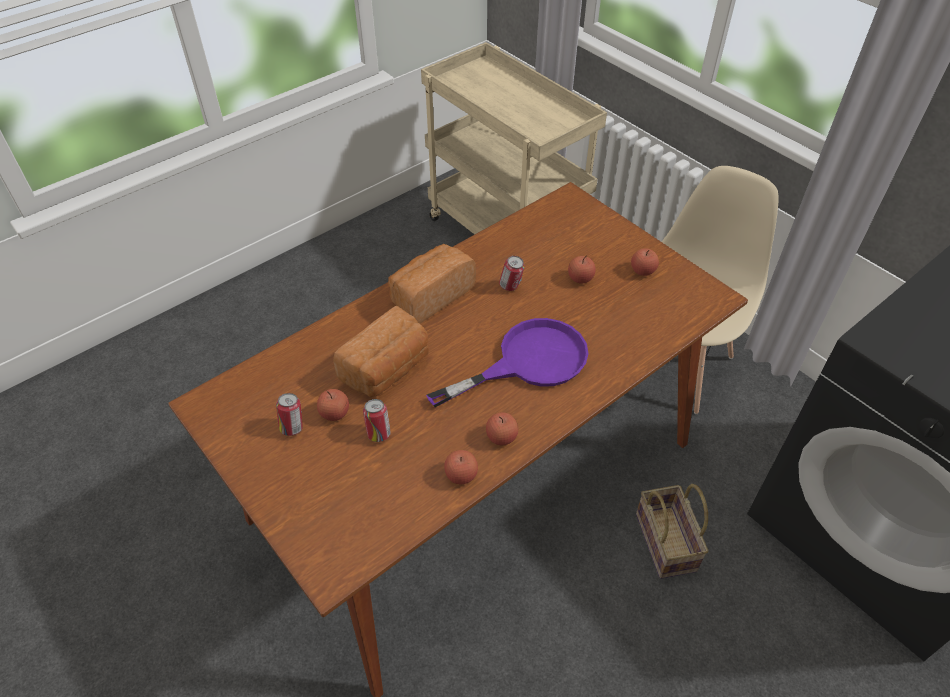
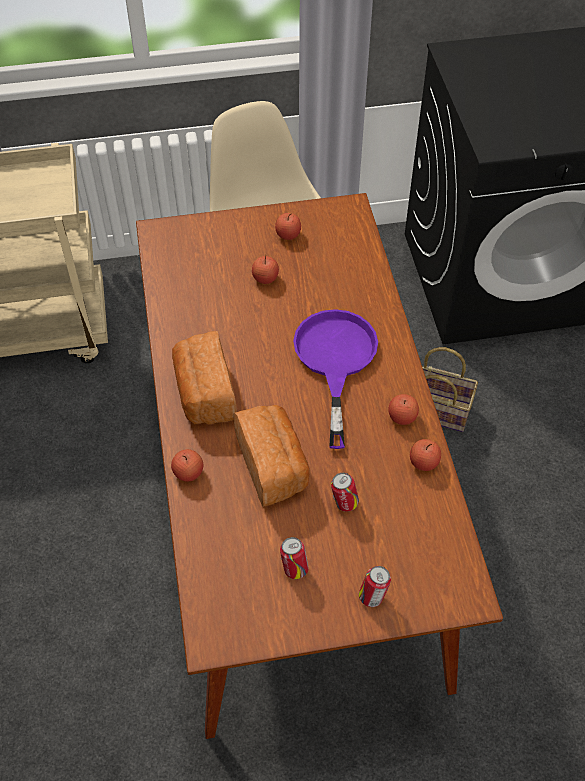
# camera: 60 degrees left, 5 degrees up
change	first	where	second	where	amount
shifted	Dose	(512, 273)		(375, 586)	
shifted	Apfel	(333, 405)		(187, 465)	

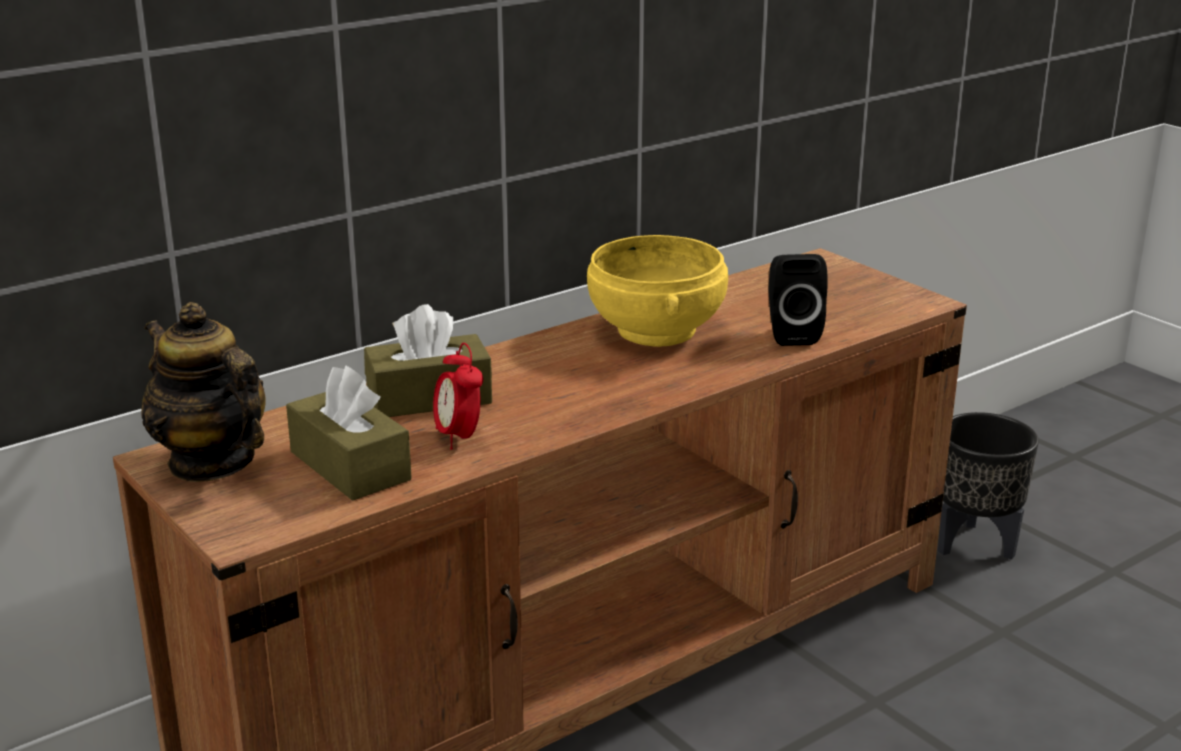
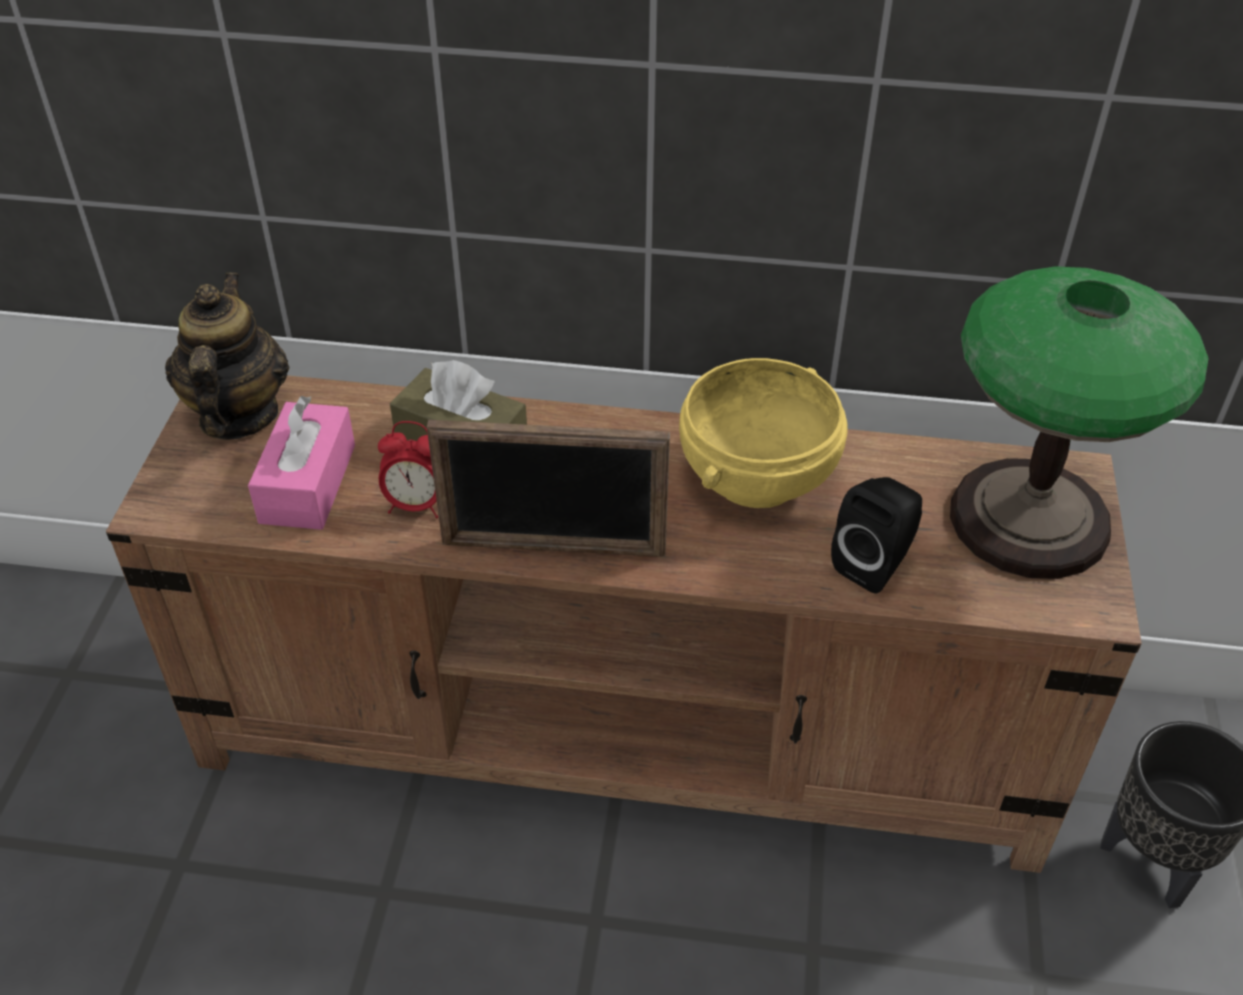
# camera: 45 degrees right, 20 degrees up
change	first	where	second	where	amount
rotated	Wecker	(458, 396)		(408, 469)	105 degrees counterclockwise
repainted	Taschentuchbox (braun)	(349, 432)	Taschentuchbox (rosa)	(301, 463)	
new			Tischlampe	(1079, 422)	
new			Bilderrahmen	(548, 488)	

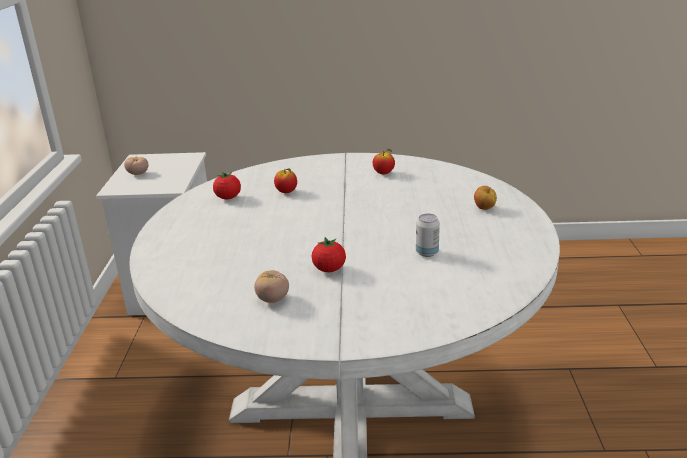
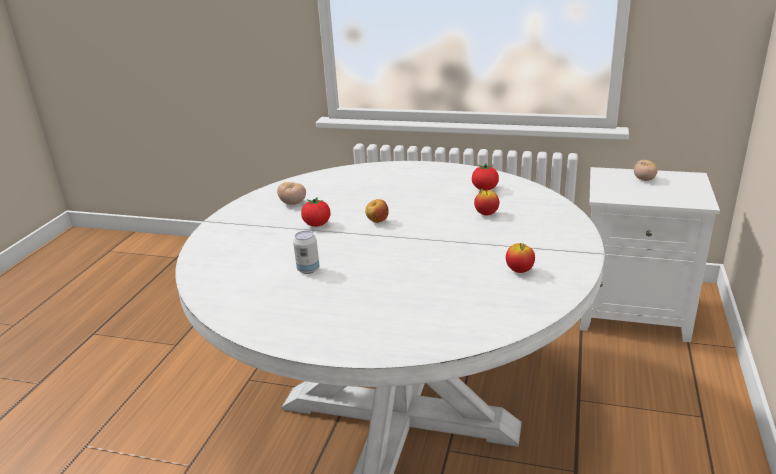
# camera: 105 degrees right, 0 degrees up
change	first	where	second	where	amount
shifted	Apfel	(485, 198)		(377, 211)	

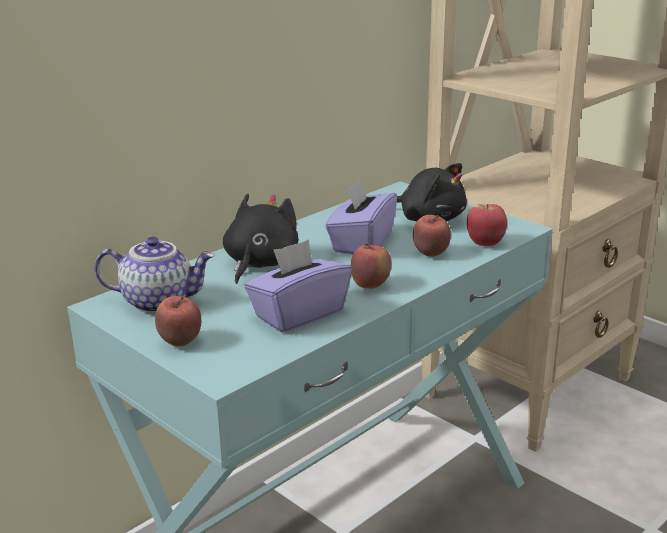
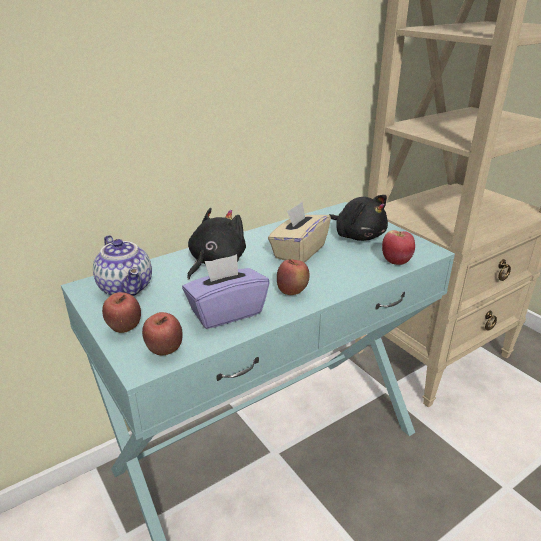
# camera: 10 degrees right, 5 degrees up
change	first	where	second	where	amount
repainted	Taschentuchbox (lila)	(361, 216)	Taschentuchbox (beige)	(299, 232)	
shifted	Apfel	(432, 236)		(162, 333)	
rotated	Teekanne	(154, 274)		(122, 265)	45 degrees clockwise

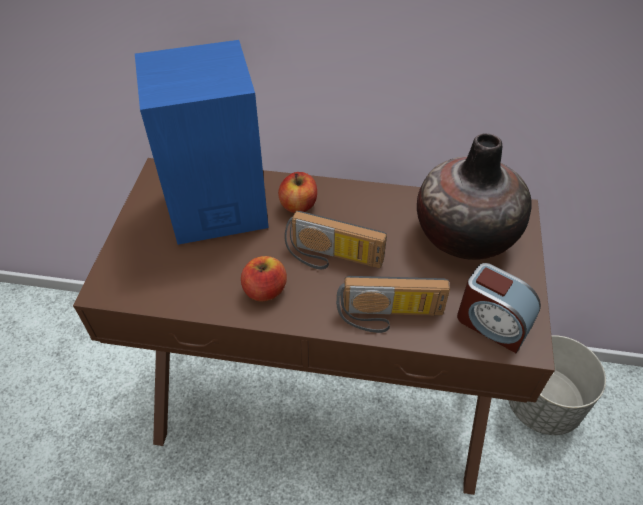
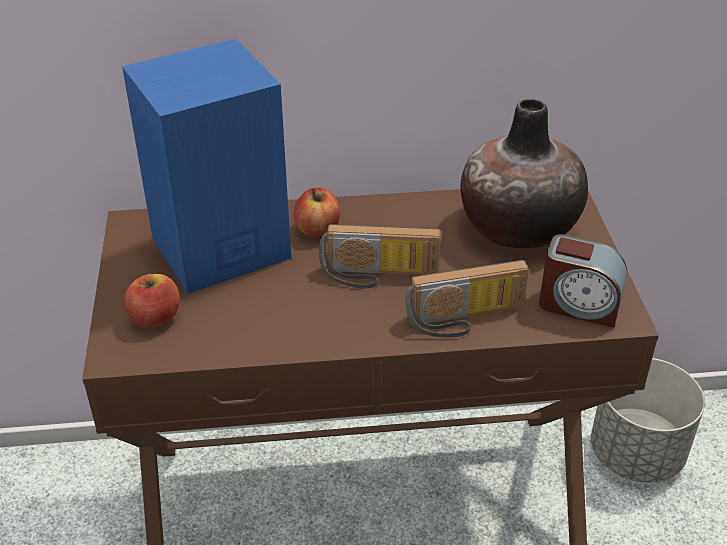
# camera: 15 degrees left, 10 degrees down
change	first	where	second	where	amount
shifted	Apfel	(264, 278)		(152, 301)	

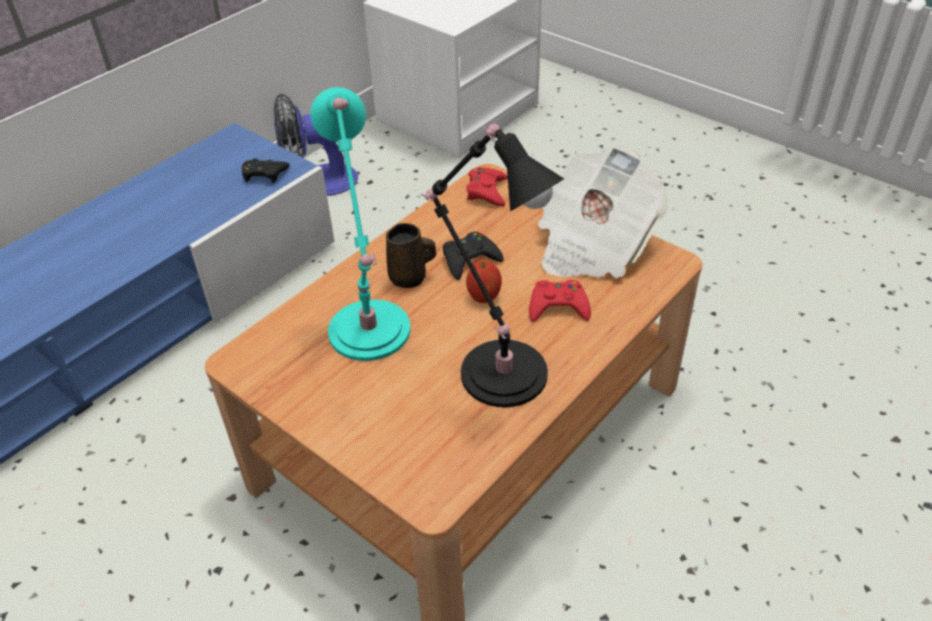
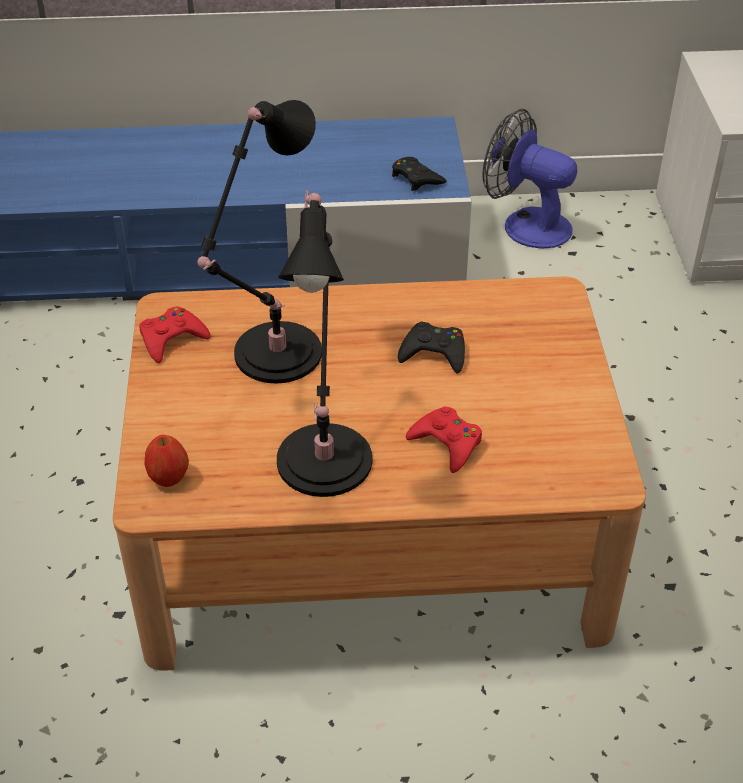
# camera: 45 degrees right, 0 degrees up
change	first	where	second	where	amount
repainted	Tischlampe (türkis)	(361, 224)	Tischlampe (schwarz)	(259, 241)	
gone	Zeitung	(603, 212)			
shifted	Gamepad (rot)	(487, 186)		(174, 334)	
gone	Henkelbecher (braun)	(411, 255)			
shifted	Apfel	(484, 281)		(166, 461)	

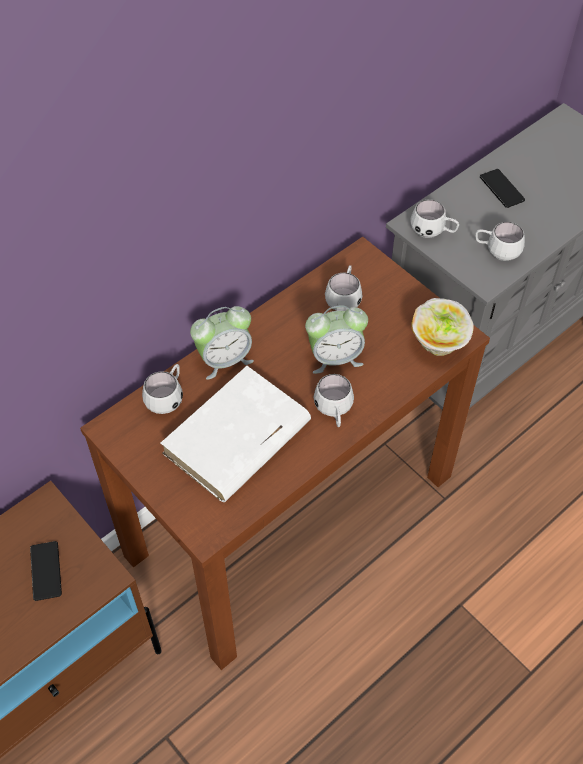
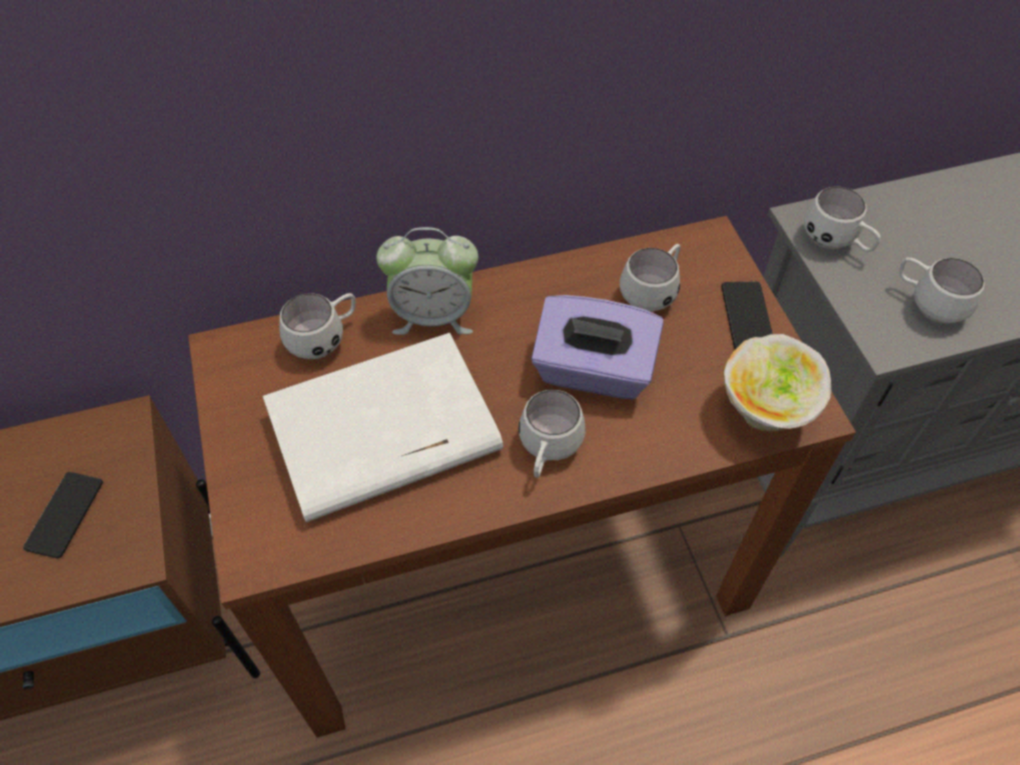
# camera: 25 degrees right, 0 degrees up
change	first	where	second	where	amount
shifted	Handy	(502, 188)		(746, 316)	
swapped	Wecker	(336, 339)	Taschentuchbox (lila)	(597, 347)	

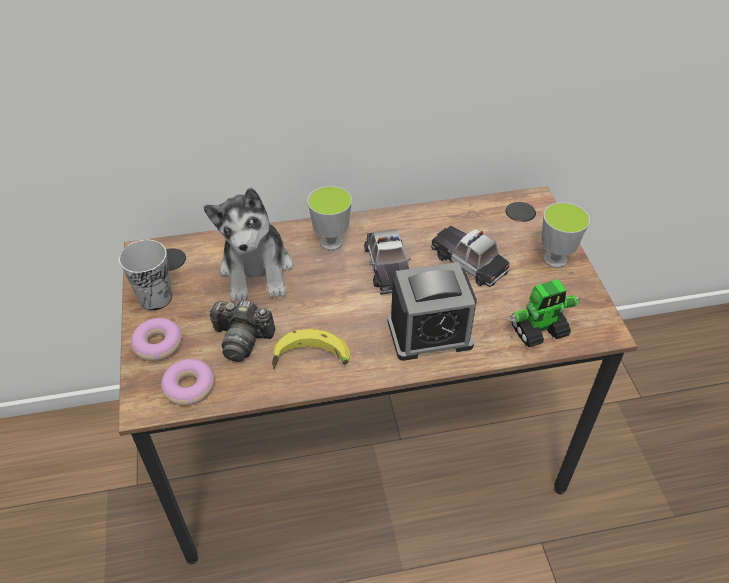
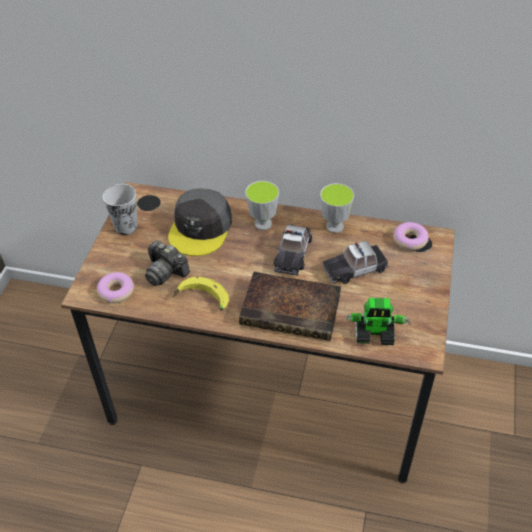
# camera: 25 degrees right, 0 degrees up
change	first	where	second	where	amount
swapped	Plüschtier	(248, 245)	Kappe (grau)	(200, 222)	
shifted	Tasse	(565, 235)		(337, 208)	
rotated	Spielzeugauto	(470, 256)		(355, 262)	90 degrees counterclockwise
swapped	Wecker	(432, 311)	Buch	(290, 306)	
shifted	Donut	(157, 339)		(411, 236)	

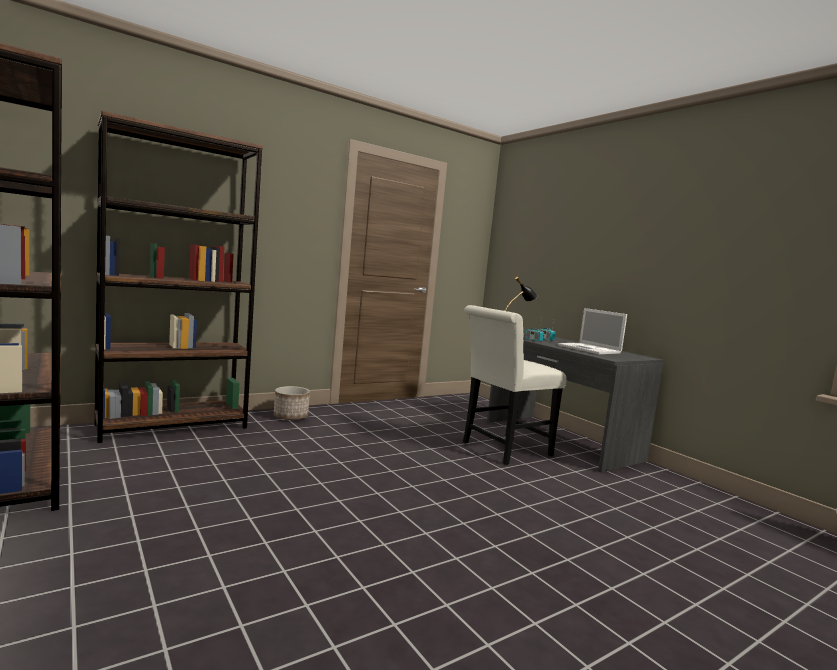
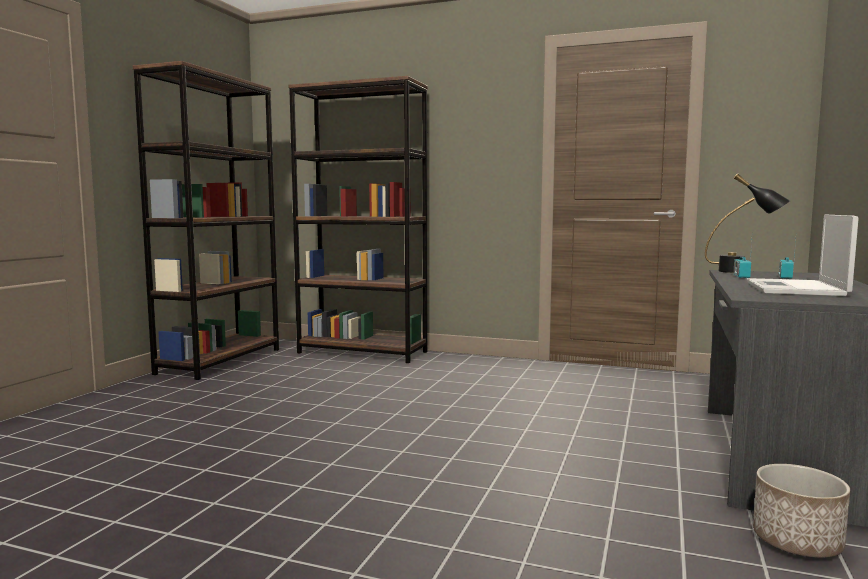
# camera: 55 degrees right, 0 degrees up
change	first	where	second	where	amount
gone	Stuhl (weiß)	(515, 385)			
shifted	Pflanzkübel	(292, 403)		(801, 511)	

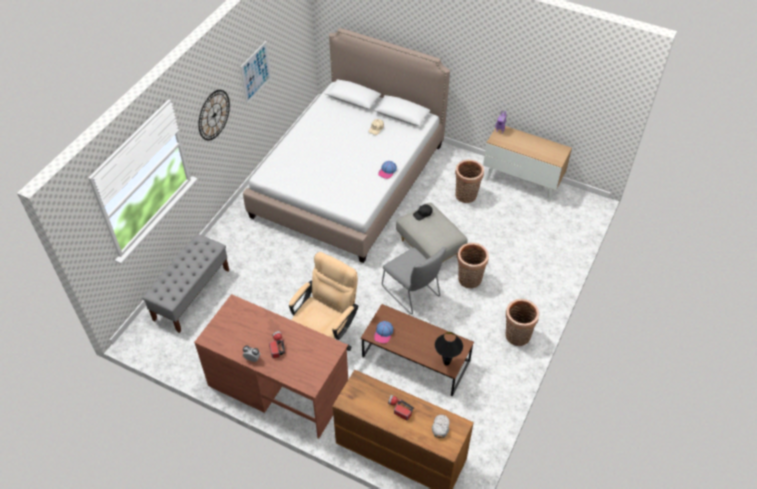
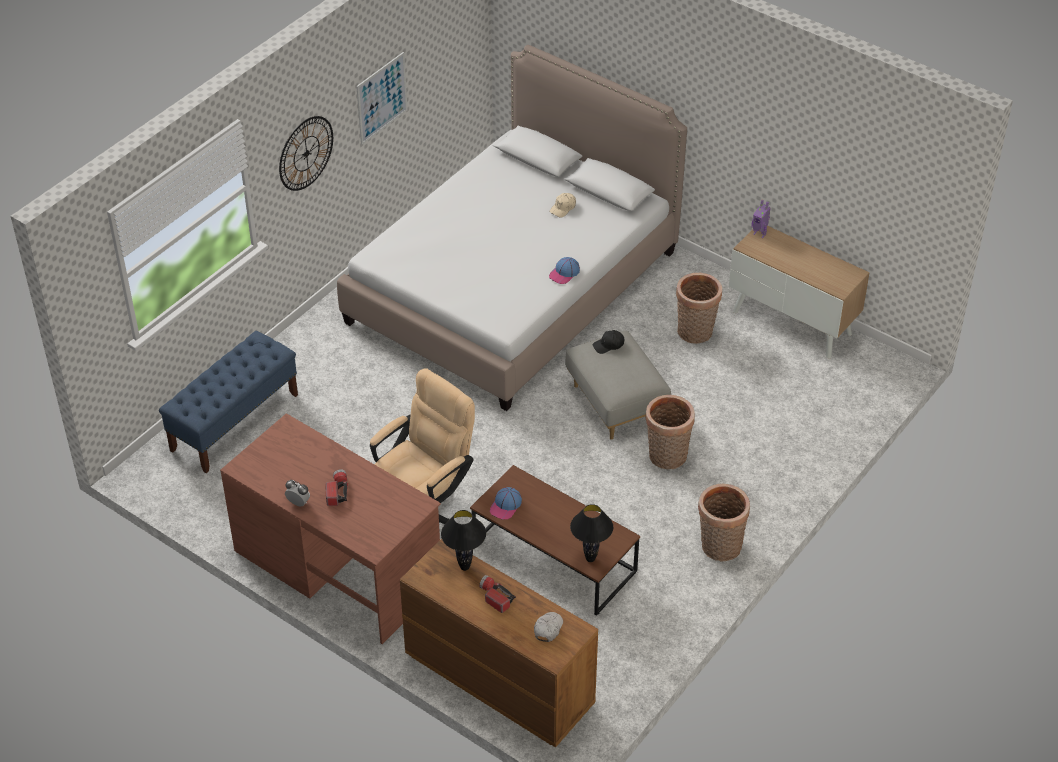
# camera: 10 degrees right, 5 degrees down
change	first	where	second	where	amount
repainted	Bank (grau)	(185, 283)	Bank (blau)	(228, 402)	
gone	Stuhl (grau)	(414, 280)			
new			Tischlampe (schwarz)	(463, 540)	

